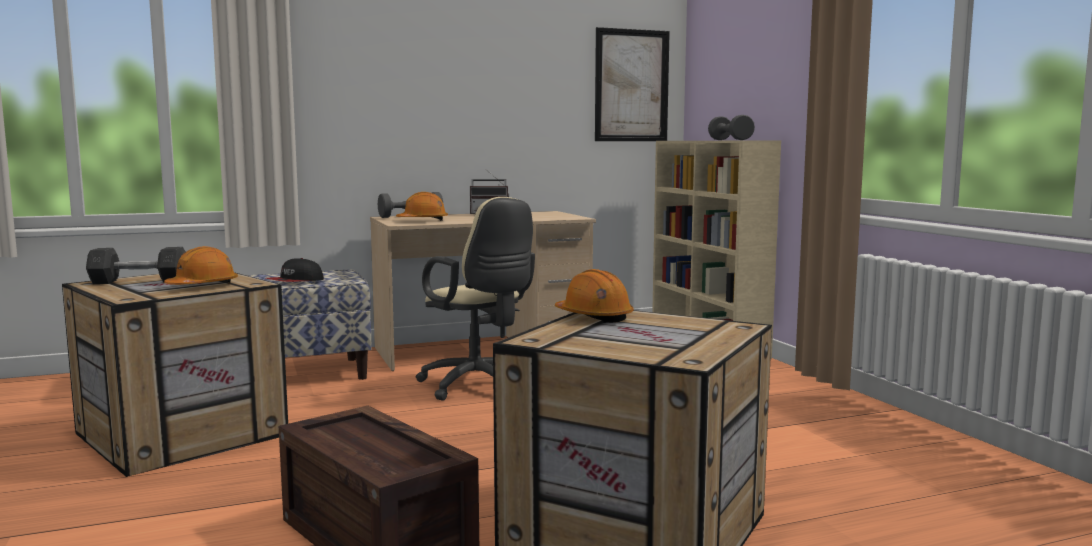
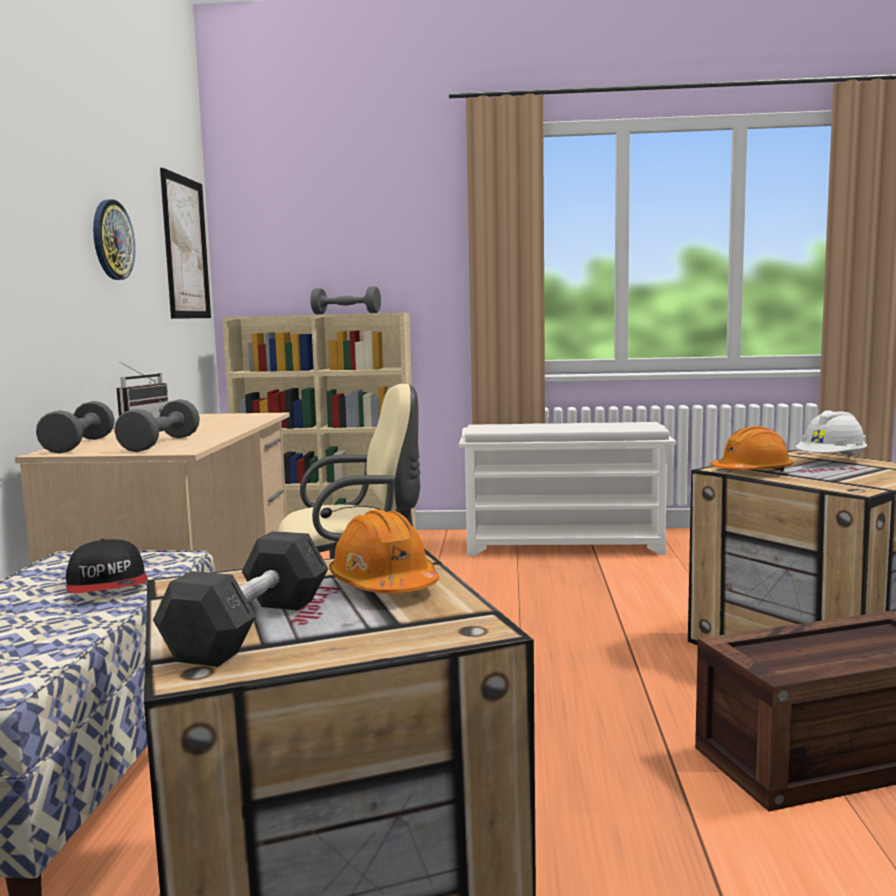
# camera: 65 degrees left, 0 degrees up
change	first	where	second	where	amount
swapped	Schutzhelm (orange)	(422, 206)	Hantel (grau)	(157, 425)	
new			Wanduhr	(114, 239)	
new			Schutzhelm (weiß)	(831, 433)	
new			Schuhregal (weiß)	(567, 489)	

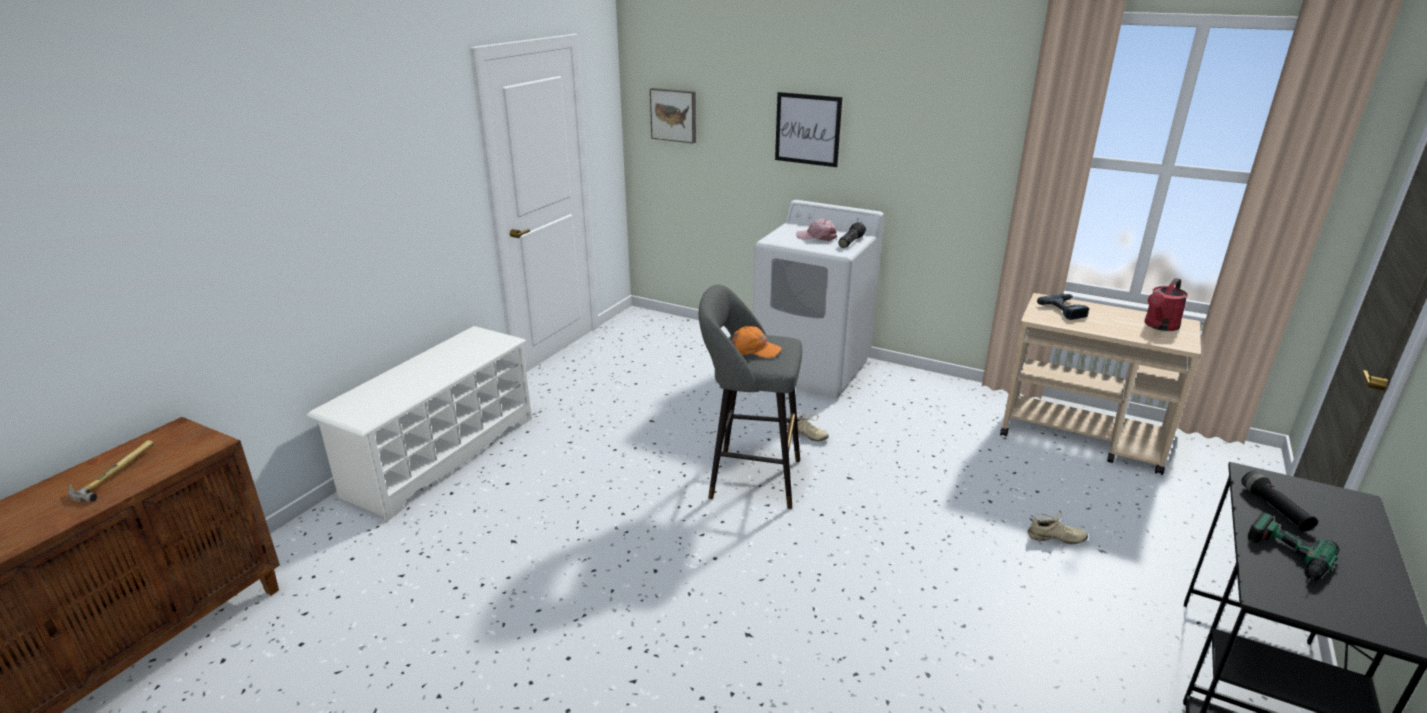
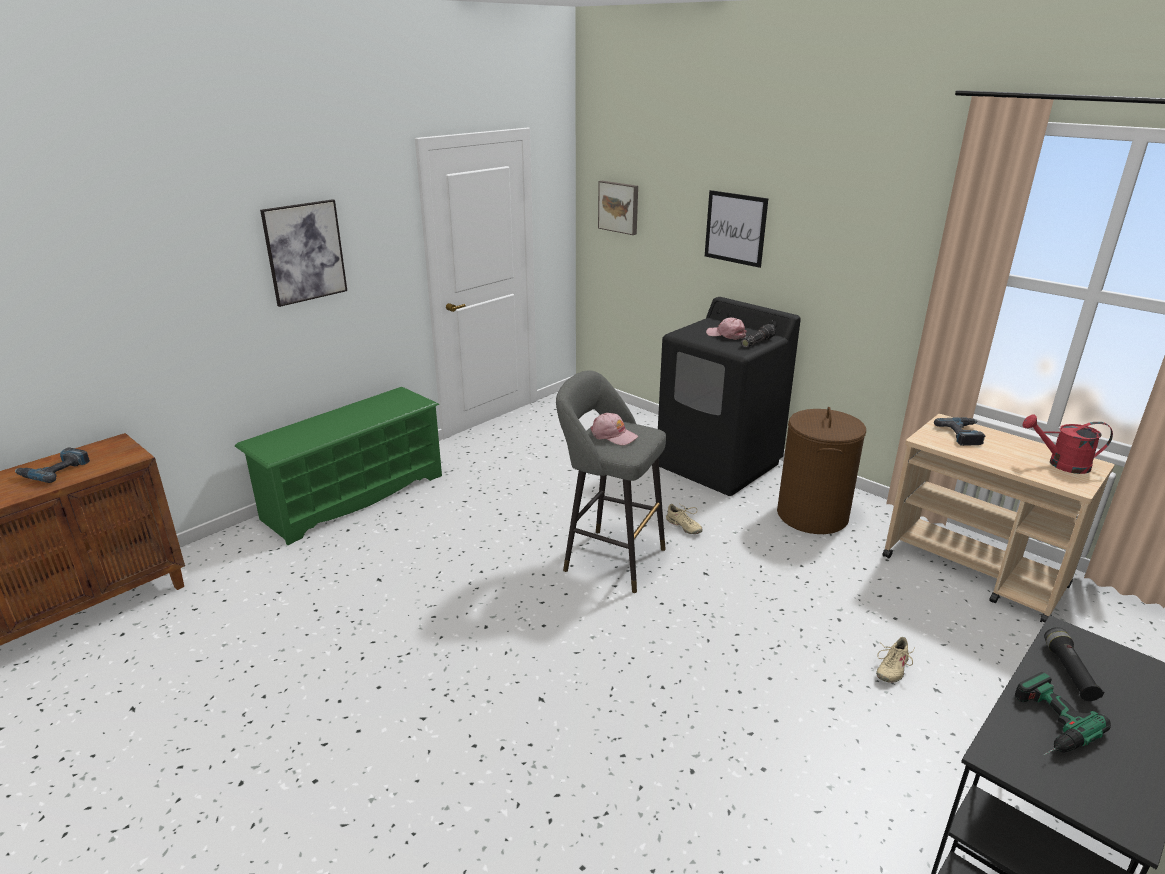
# camera: 15 degrees right, 0 degrees up
change	first	where	second	where	amount
repainted	Waschmaschine (weiß)	(818, 299)	Waschmaschine (schwarz)	(729, 396)	
rotated	Gießkanne (rot)	(1166, 304)		(1068, 444)	45 degrees clockwise
repainted	Schuhregal (weiß)	(419, 423)	Schuhregal (grün)	(338, 466)	
repainted	Kappe (orange)	(756, 342)	Kappe (rosa)	(614, 429)	
swapped	Hammer	(111, 471)	Bohrmaschine	(52, 465)	
rotated	Schuh (beige)	(1057, 527)		(895, 660)	105 degrees clockwise
new			Bild	(303, 253)	
new			Wäschekorb (braun)	(821, 470)	

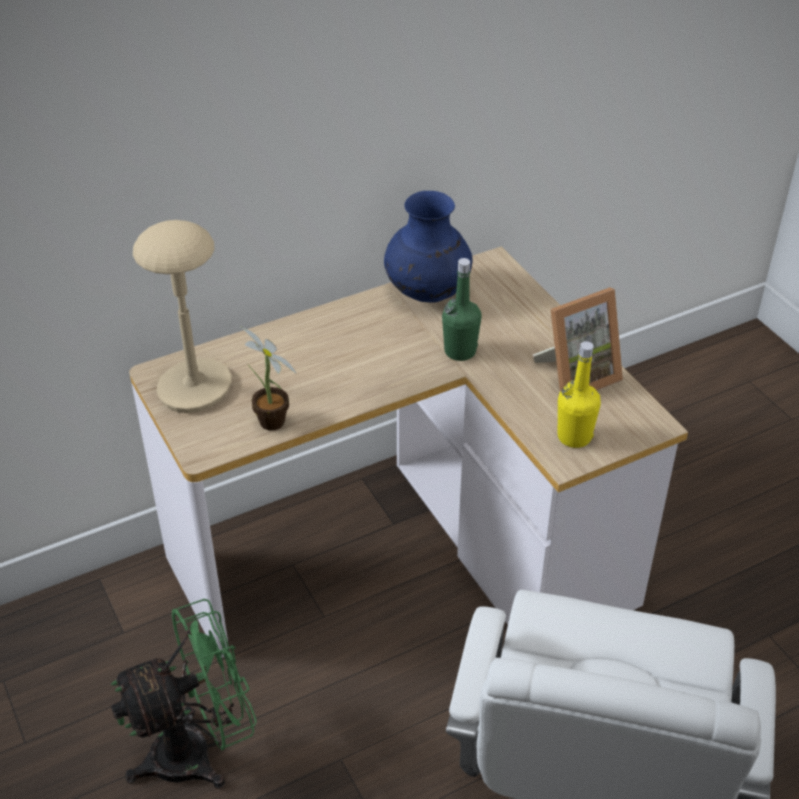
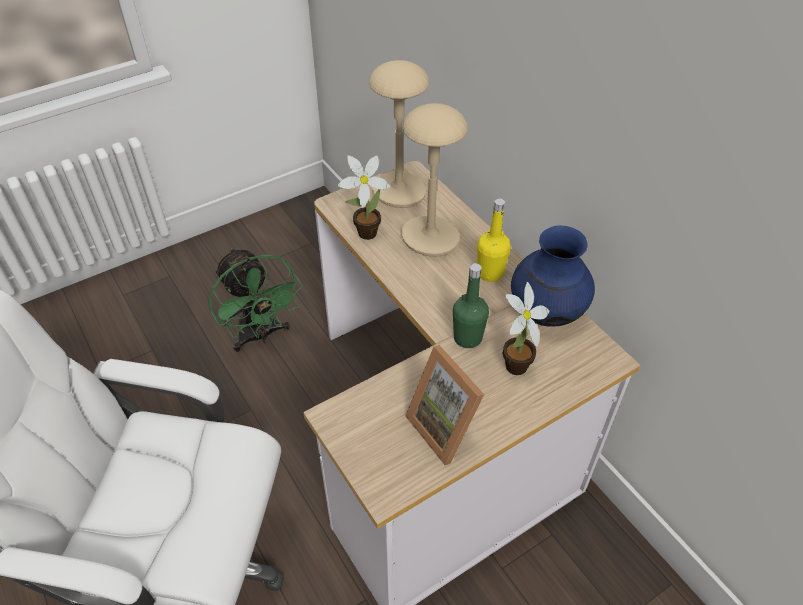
# camera: 85 degrees right, 5 degrees up
change	first	where	second	where	amount
shifted	Flasche (gelb)	(579, 394)		(494, 240)	
new			Tischlampe (beige)	(434, 180)	
new			Topfpflanze	(525, 328)	

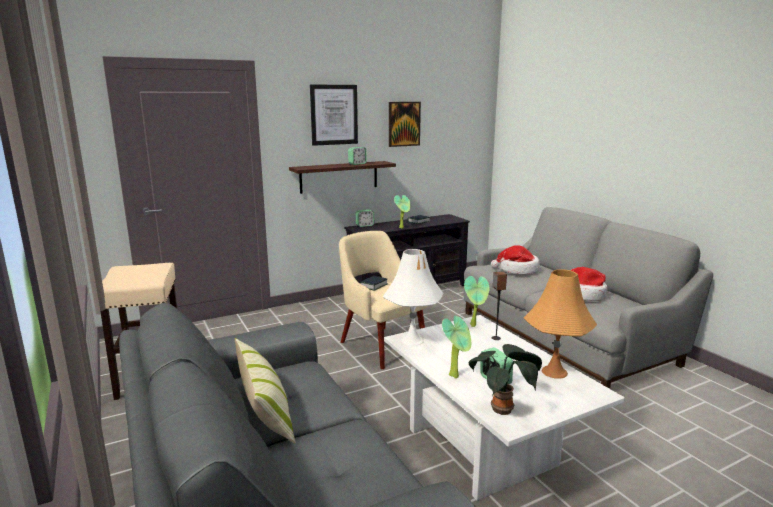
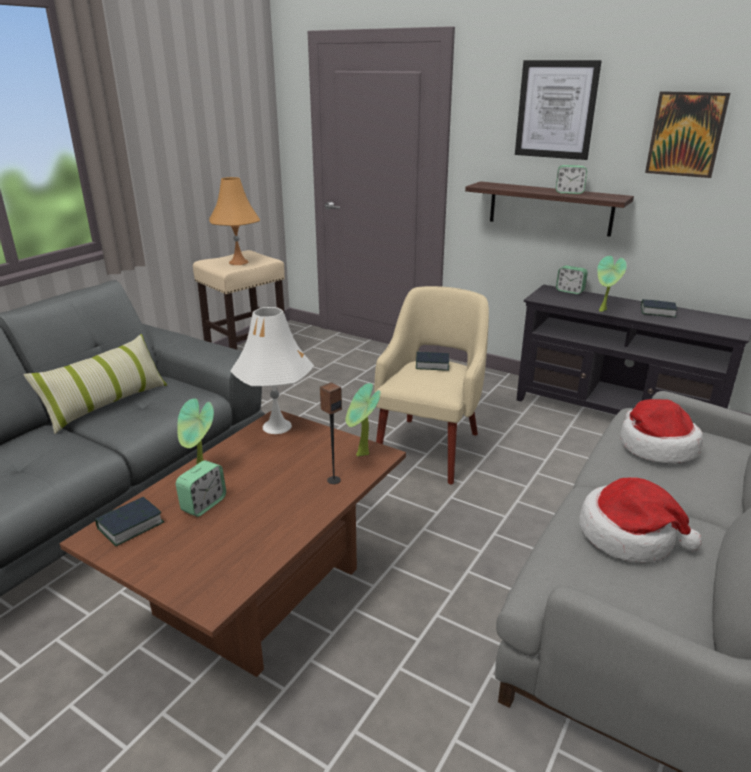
# camera: 60 degrees right, 10 degrees up
change	first	where	second	where	amount
shifted	Tischlampe (orange)	(560, 324)		(234, 221)	
repainted	Couchtisch (weiß)	(504, 408)	Couchtisch (braun)	(233, 543)	
swapped	Topfpflanze	(505, 379)	Buch	(129, 521)	

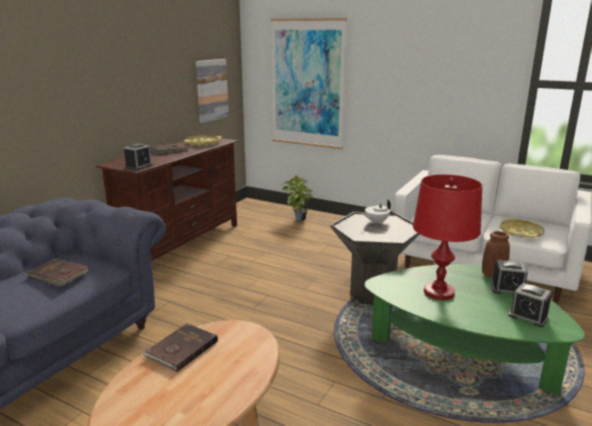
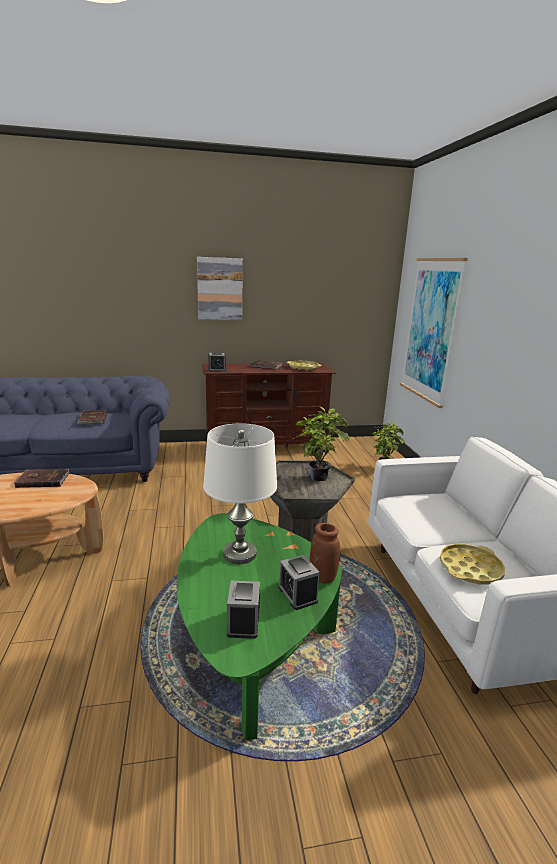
# camera: 50 degrees right, 0 degrees up
change	first	where	second	where	amount
shifted	Bild	(212, 91)		(220, 288)	
repainted	Tischlampe (rot)	(447, 237)	Tischlampe (weiß)	(240, 493)	
swapped	Teekanne (weiß)	(377, 211)	Topfpflanze	(321, 444)	

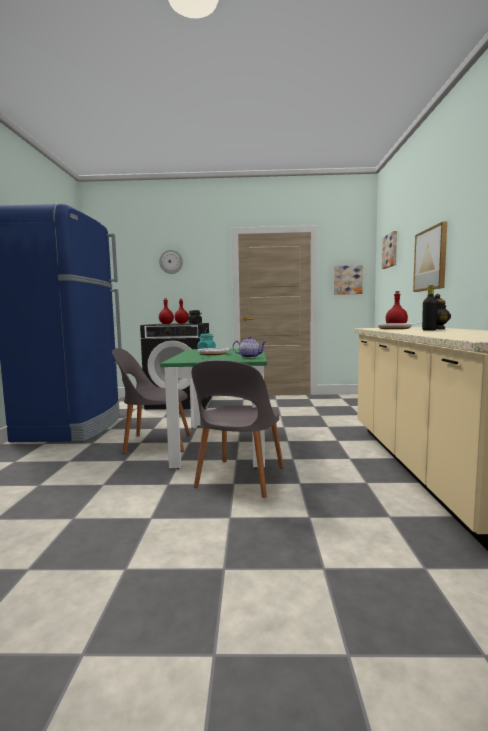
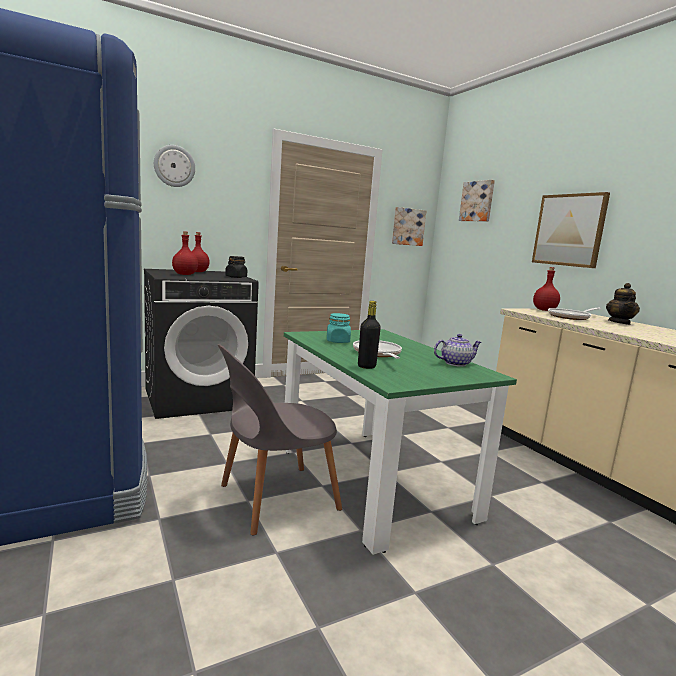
# camera: 30 degrees left, 5 degrees up
change	first	where	second	where	amount
shifted	Flasche (schwarz)	(430, 308)		(369, 335)	
gone	Stuhl (grau)	(237, 429)			

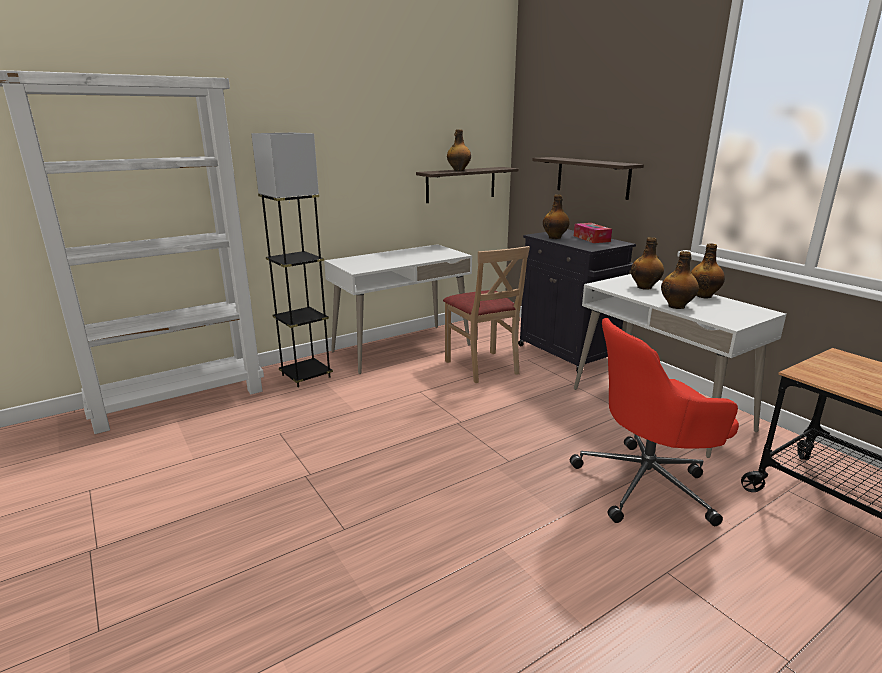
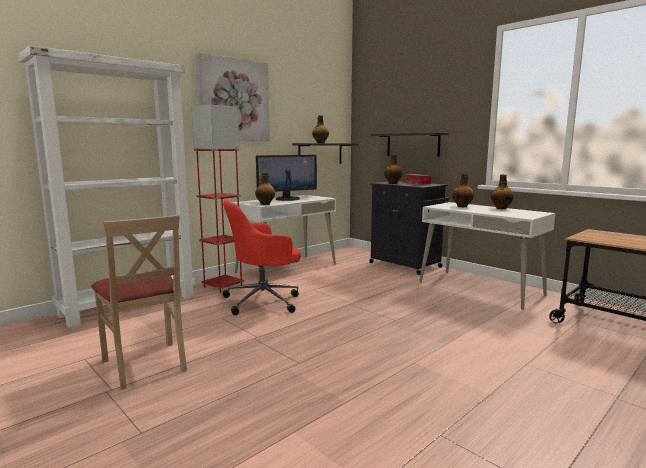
# camera: 10 degrees left, 10 degrees down
change	first	where	second	where	amount
repainted	Stehlampe (grau)	(292, 260)	Stehlampe (rot)	(218, 199)	
shifted	Stuhl (beige)	(486, 314)		(139, 302)	
shifted	Flasche	(680, 280)		(265, 188)	
shifted	Bürostuhl (rot)	(654, 422)		(261, 257)	
new			Bild	(233, 97)	
new			Monitor	(286, 178)	

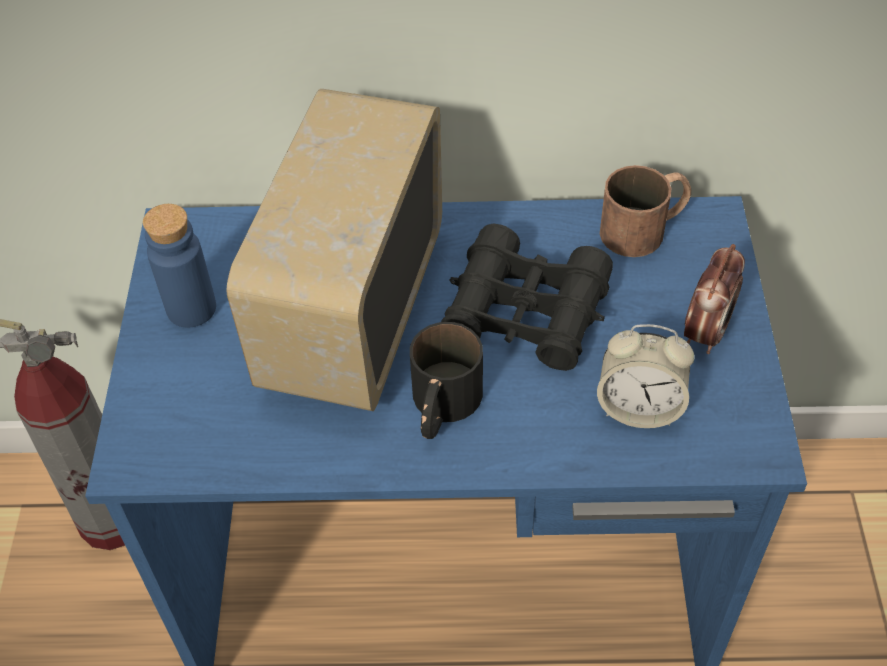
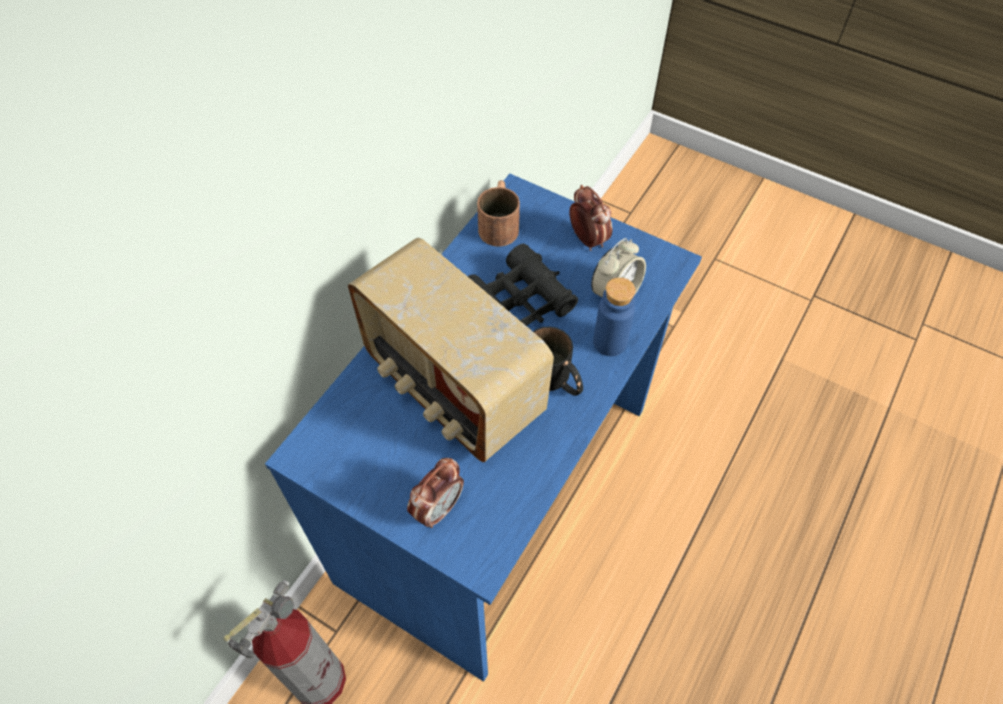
# camera: 60 degrees left, 5 degrees up
change	first	where	second	where	amount
shifted	Flasche (blau)	(179, 266)		(614, 316)	
new			Wecker	(435, 493)	

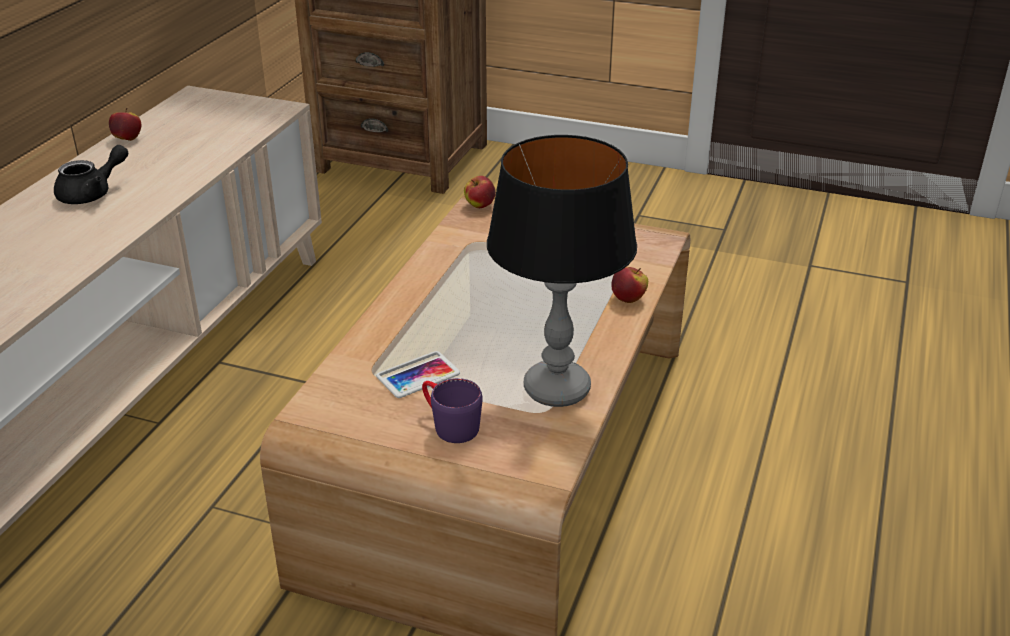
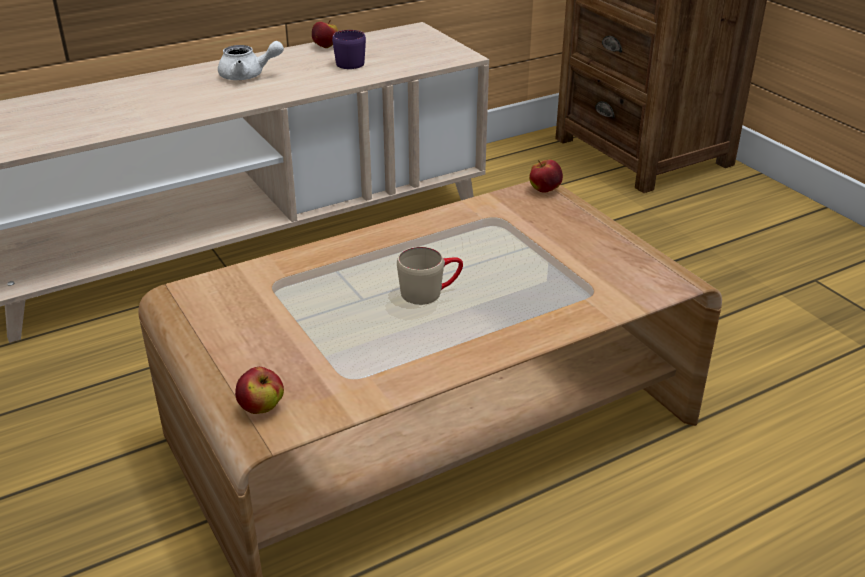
# camera: 40 degrees right, 0 degrees up
change	first	where	second	where	amount
gone	Tischlampe	(562, 271)			
repainted	Teekanne (schwarz)	(91, 174)	Teekanne (weiß)	(251, 60)	
shifted	Apfel	(629, 285)		(259, 390)	
gone	Handy	(418, 374)			
shifted	Henkelbecher (lila)	(452, 410)		(349, 49)	
new			Henkelbecher (beige)	(430, 276)	

